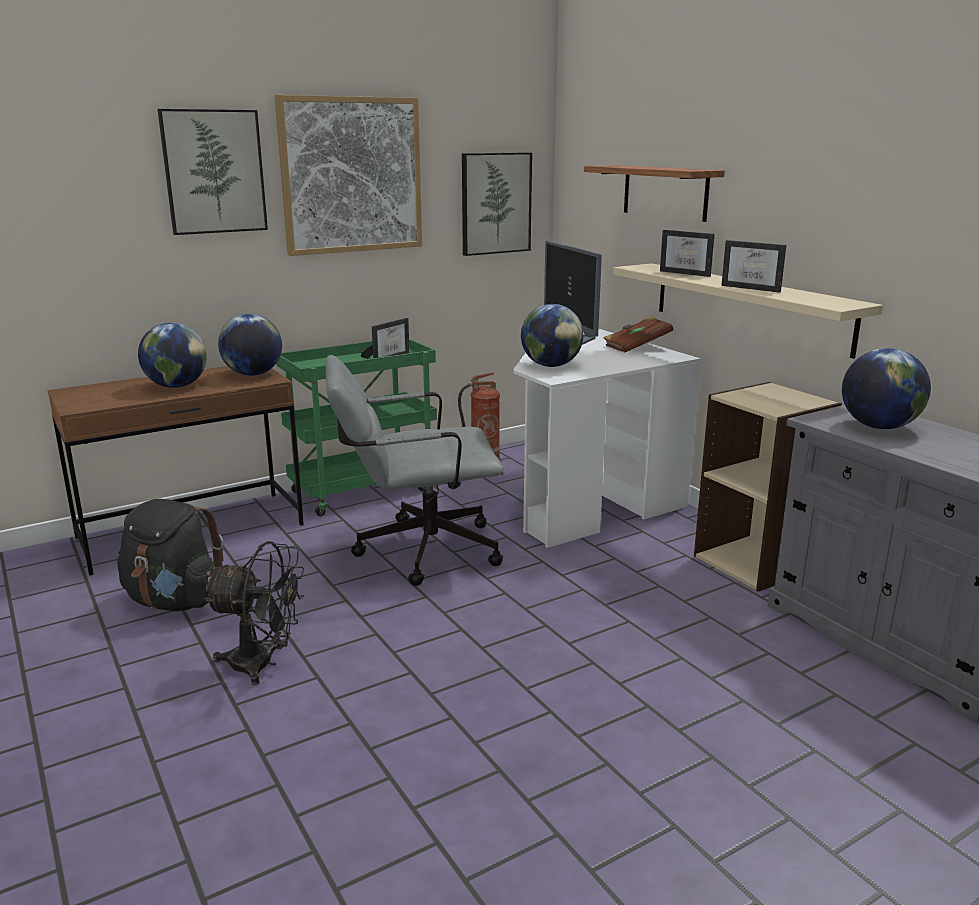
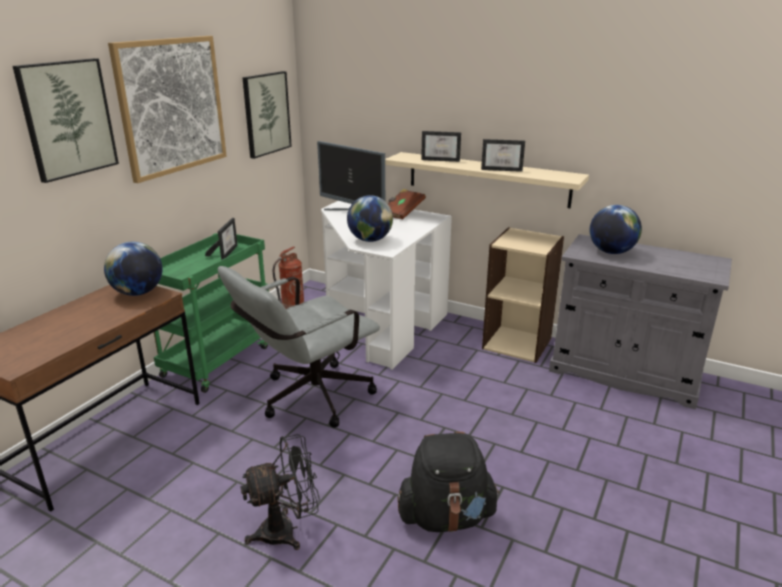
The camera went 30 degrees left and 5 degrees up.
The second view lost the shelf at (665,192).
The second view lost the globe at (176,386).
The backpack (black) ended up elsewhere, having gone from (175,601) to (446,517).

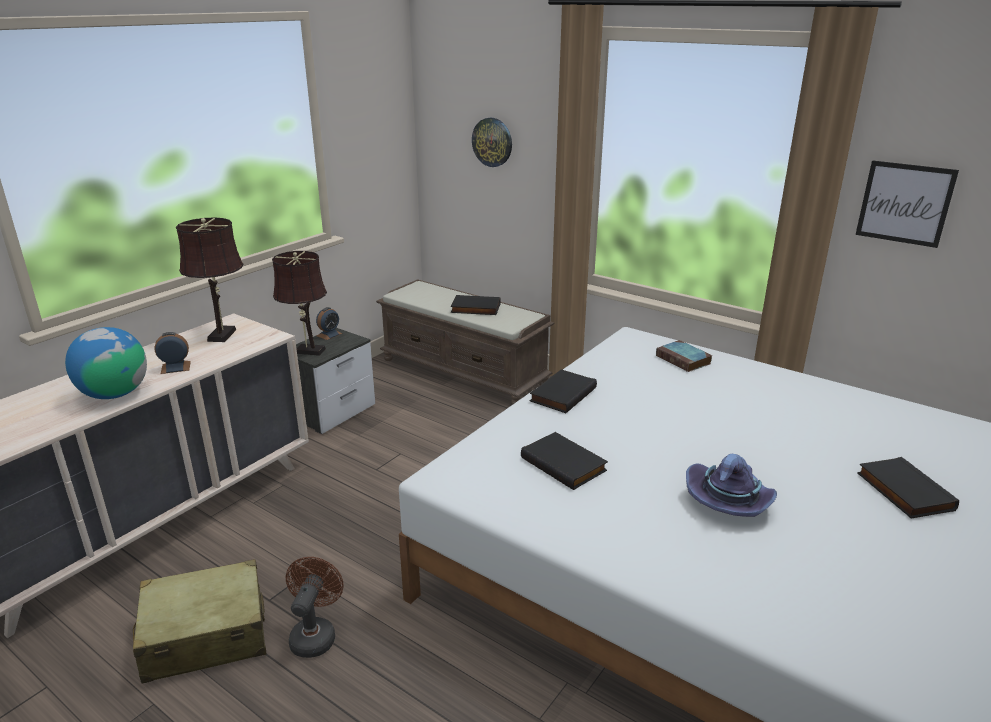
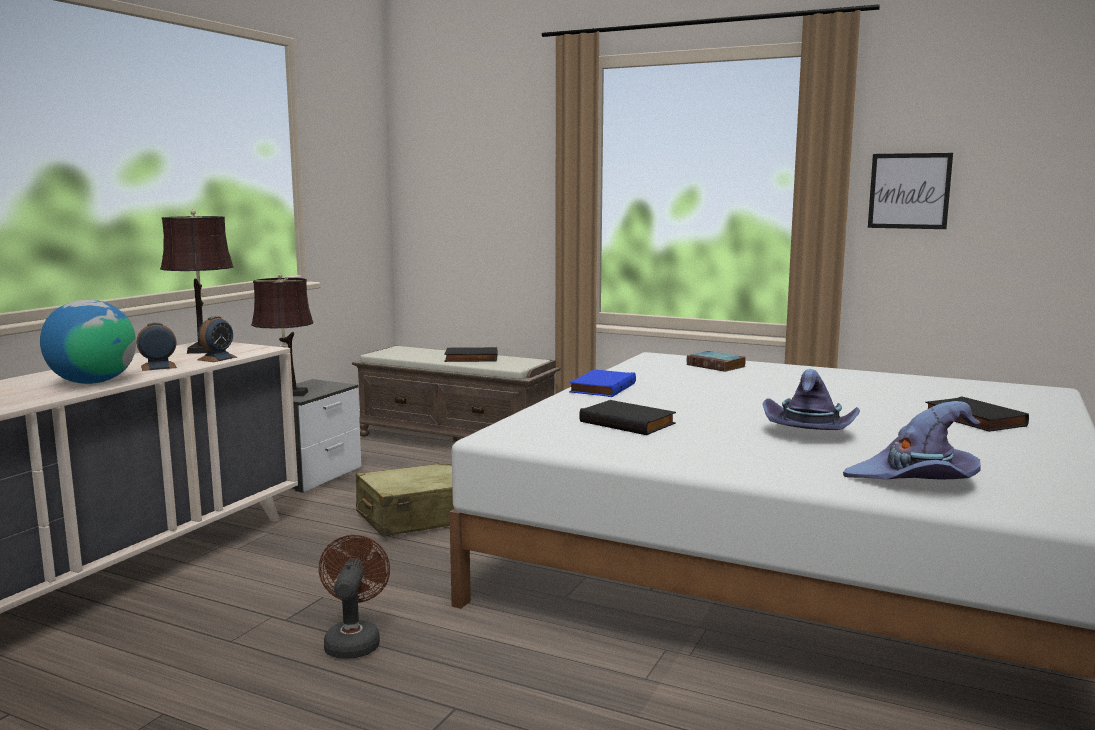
The camera went 10 degrees left and 15 degrees down.
The second view lost the wall clock at (492,142).
The alarm clock ended up elsewhere, having gone from (329,334) to (217,358).
What was the book (black) at (562,394) turned into the book (blue) at (601,387).
The suitcase (beige) ended up elsewhere, having gone from (205,635) to (416,518).
The second view gained the hat (purple) at (916,481).

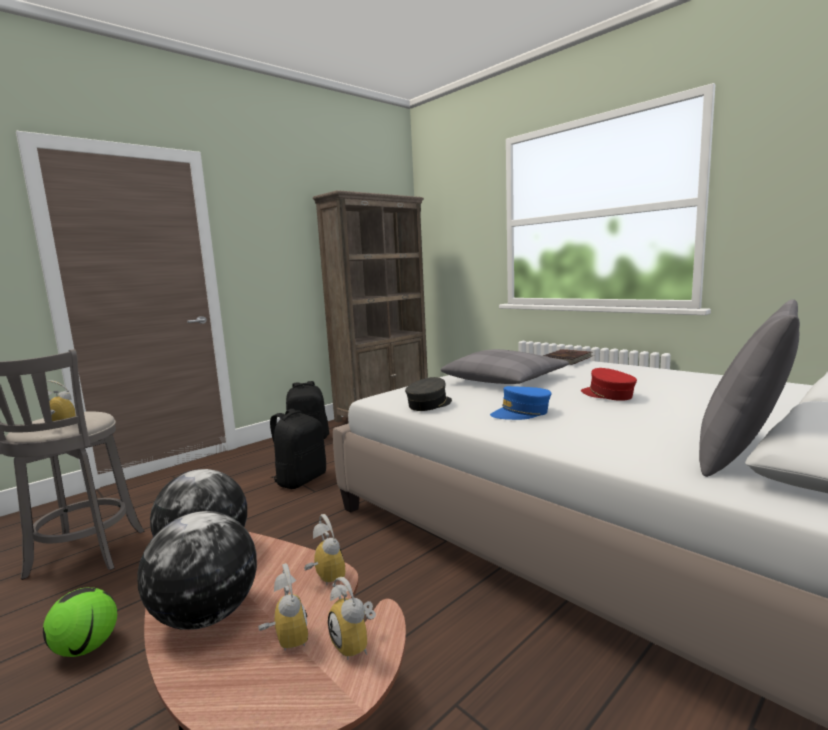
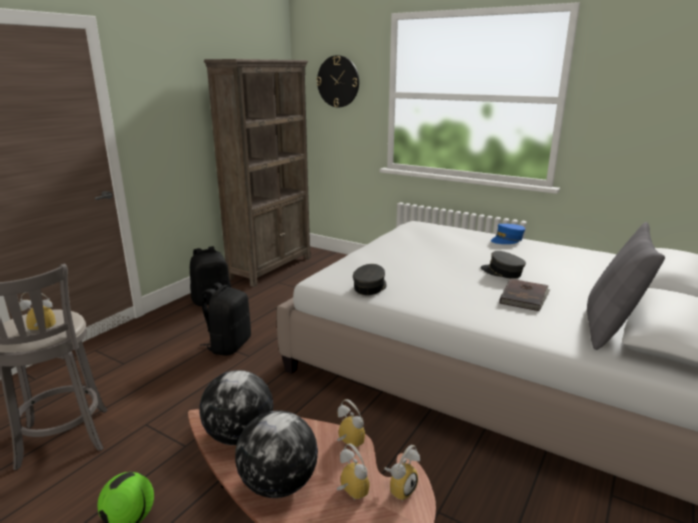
The camera went 15 degrees left and 10 degrees up.
The second view lost the pillow (grey) at (504,380).
The book (brown) ended up elsewhere, having gone from (567,359) to (524,297).
What was the cap (red) at (607,395) turned into the cap (grey) at (502,272).
The cap (blue) ended up elsewhere, having gone from (521,413) to (507,240).
The alarm clock at (357,644) ended up facing another way, 90 degrees counterclockwise from before.
The second view gained the wall clock at (338,81).

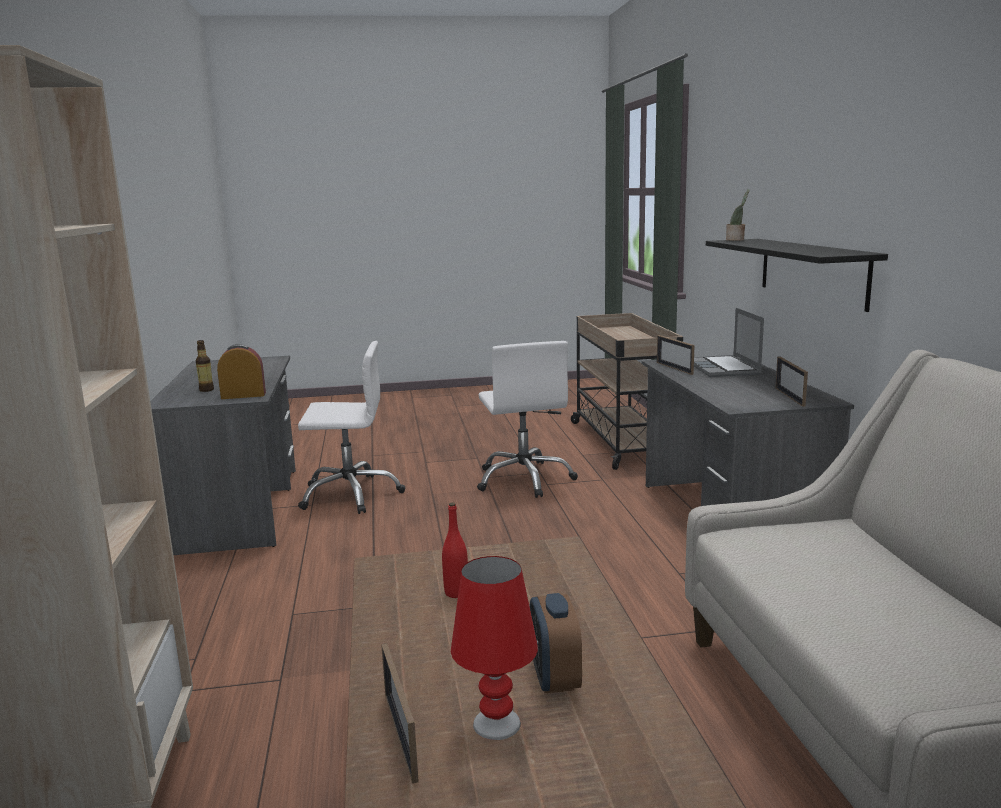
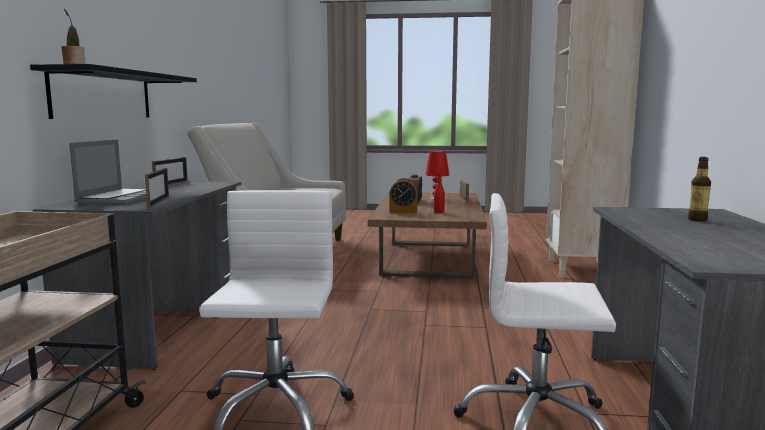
The camera went 165 degrees left and 5 degrees down.
The alarm clock ended up elsewhere, having gone from (243,395) to (403,212).

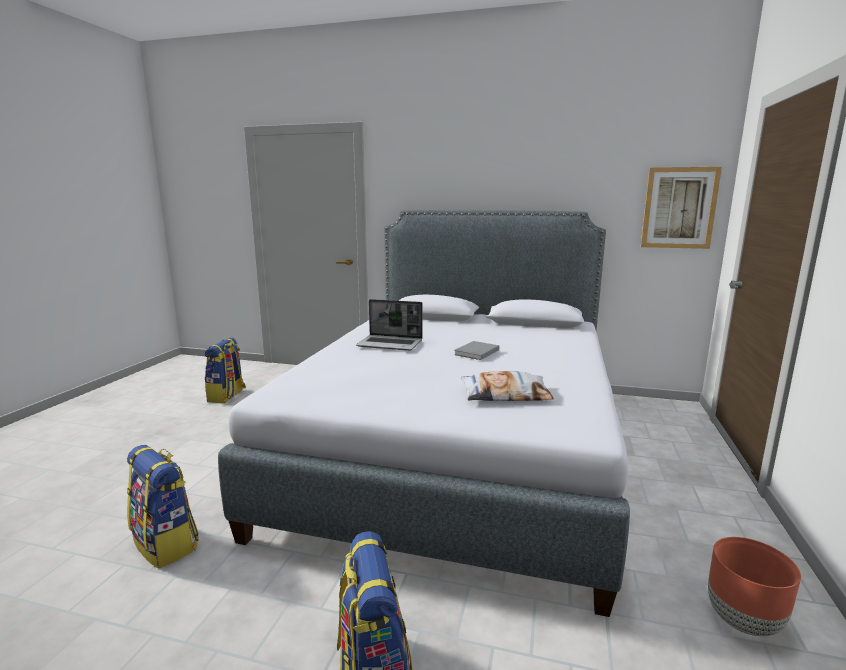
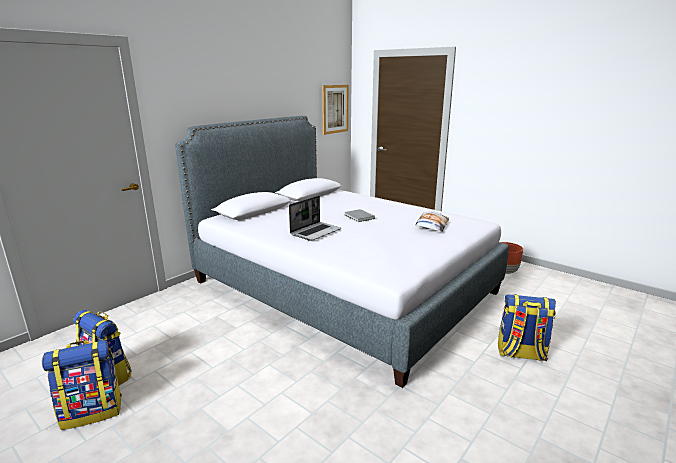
The camera went 65 degrees left and 5 degrees up.
The backpack ended up elsewhere, having gone from (166,544) to (92,411).

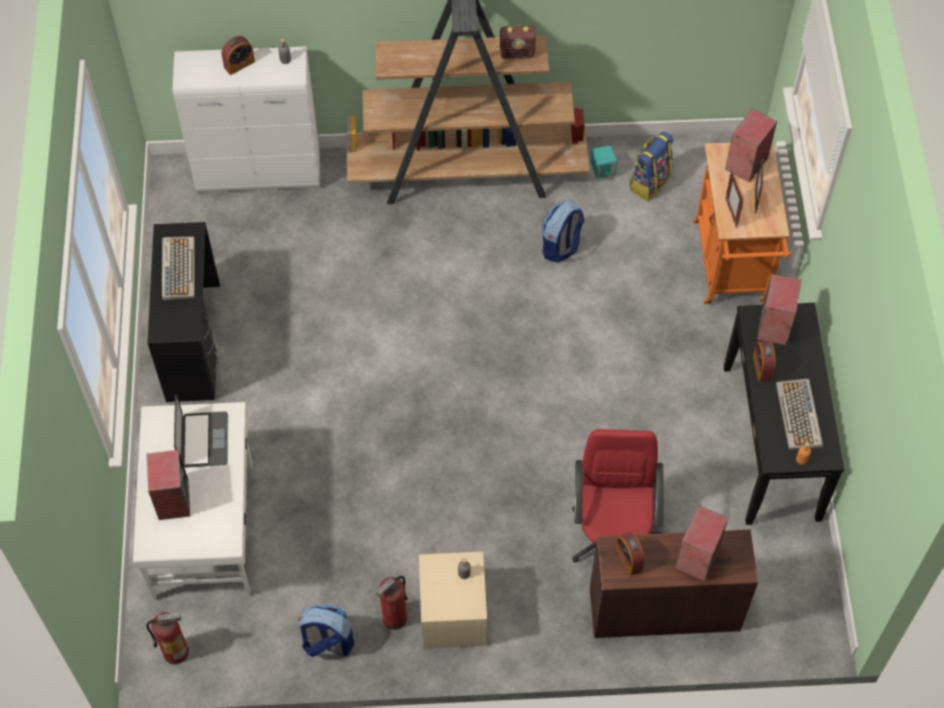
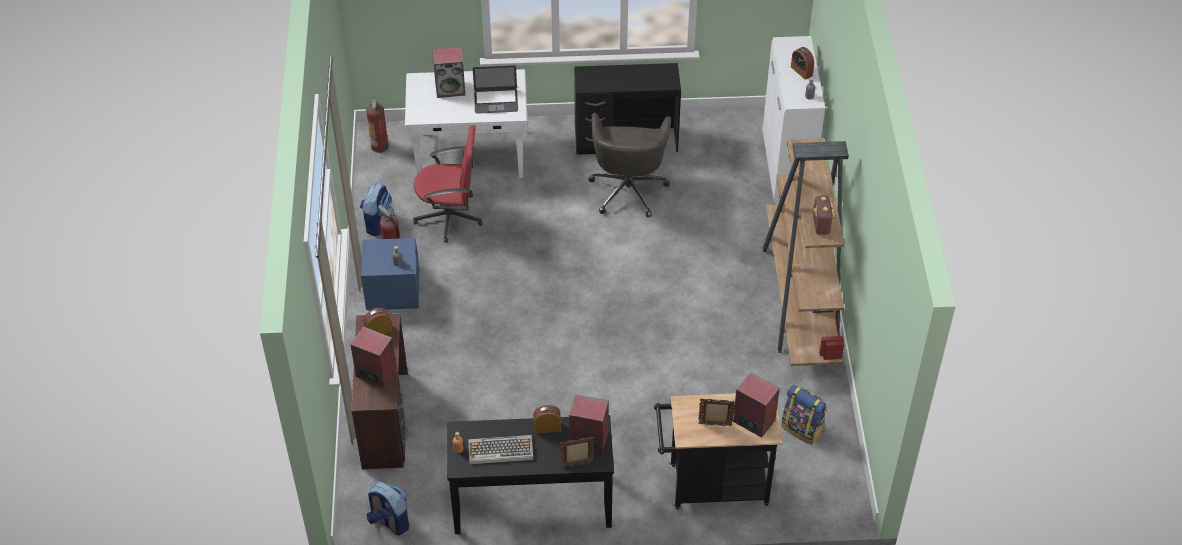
The camera went 90 degrees right and 10 degrees down.
What was the cart (orange) at (731,268) turned into the cart (black) at (711,486).
The second view lost the speaker (turquoise) at (602,170).
The picture frame ended up elsewhere, having gone from (731,213) to (577,464).
The backpack ended up elsewhere, having gone from (561,246) to (389,521).
The second view lost the keyboard at (178,268).
The office chair (red) ended up elsewhere, having gone from (613,534) to (450,217).
What was the nightstand (beige) at (453,614) turned into the nightstand (blue) at (393,292).
The second view gained the office chair (grey) at (628,189).

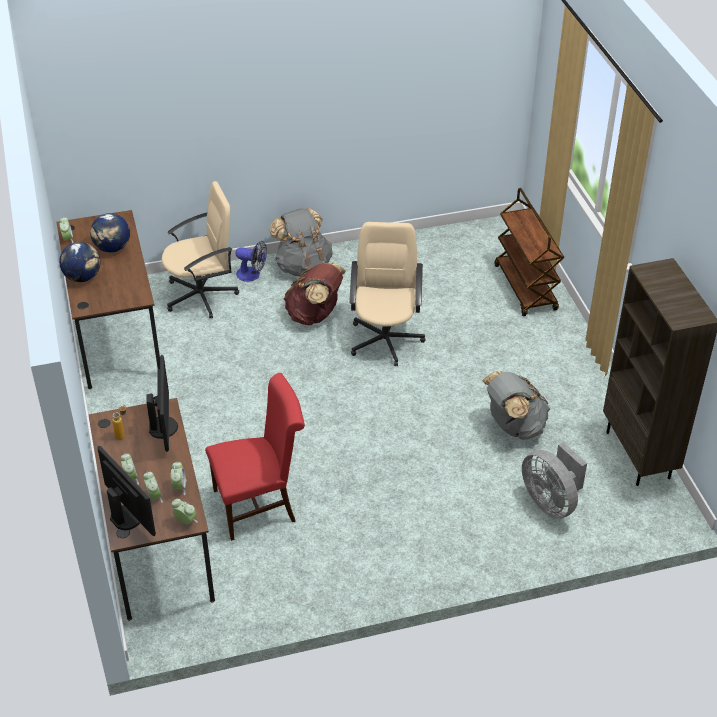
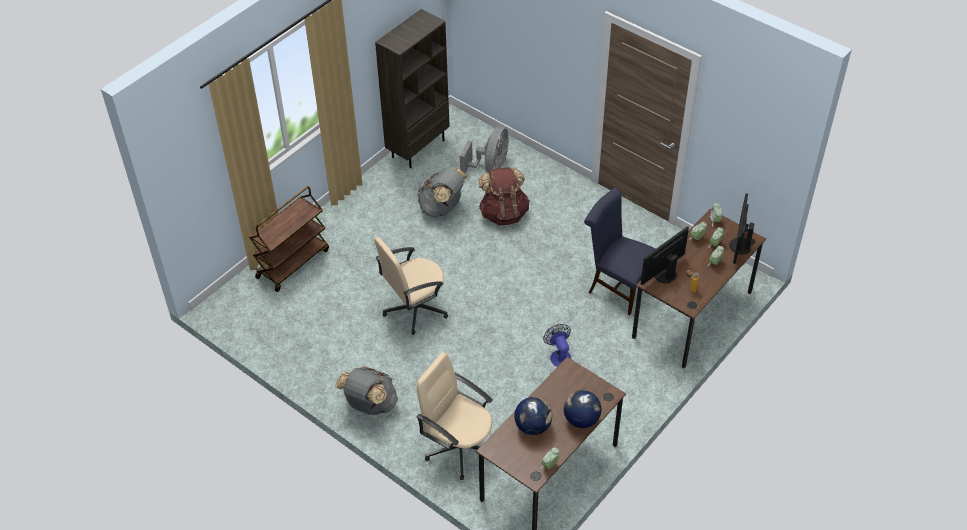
The camera went 125 degrees left and 5 degrees up.
The fan ended up elsewhere, having gone from (252,275) to (559,355).
The backpack (brown) ended up elsewhere, having gone from (315,315) to (503,213).
What was the chair (red) at (260,504) turned into the chair (blue) at (617,286).

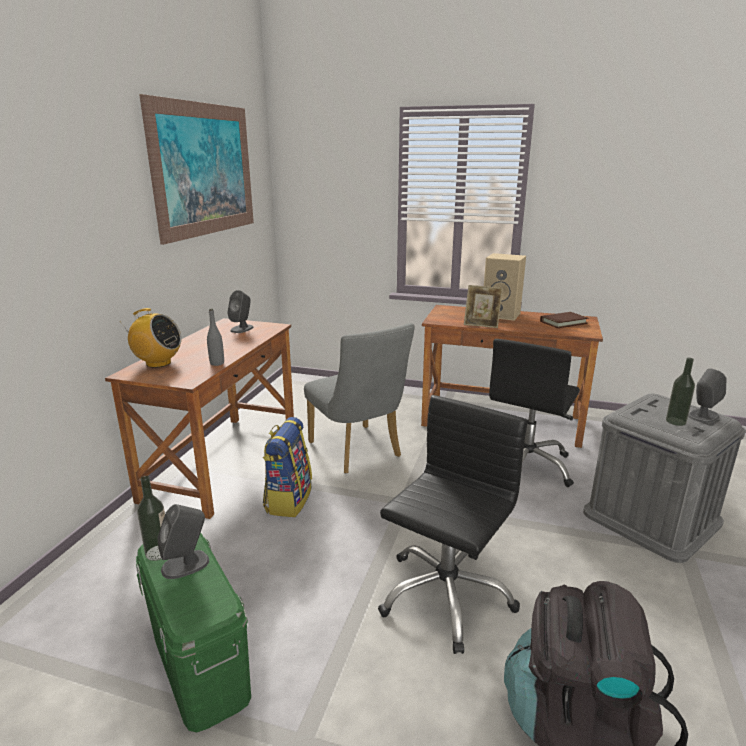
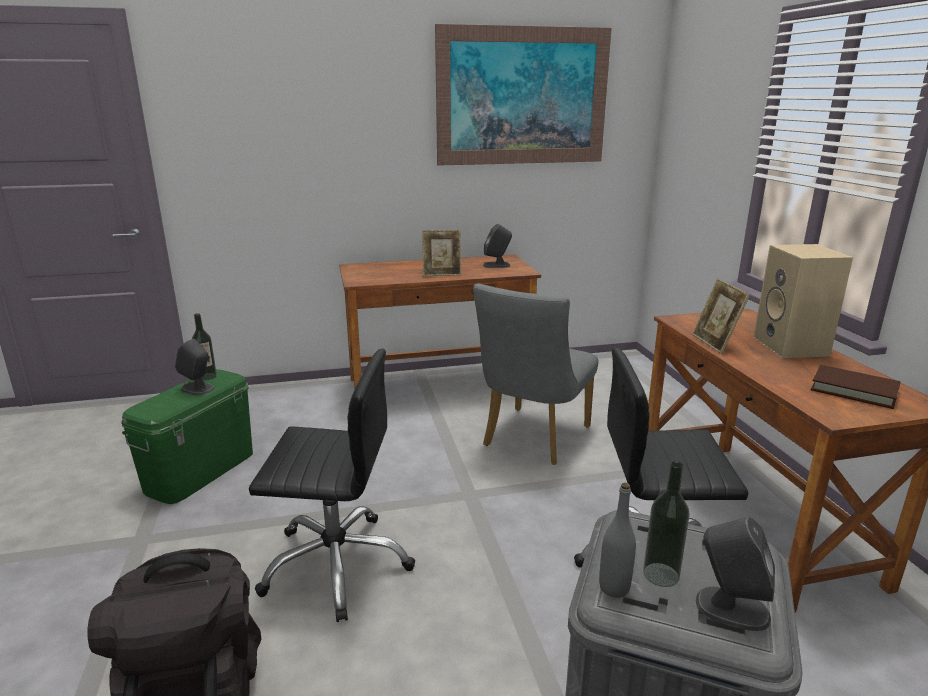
The camera went 60 degrees right and 0 degrees up.
The second view lost the radio at (158,363).
The bottle (grey) ended up elsewhere, having gone from (217,363) to (614,588).
The second view lost the backpack at (288,500).
The second view gained the picture frame at (442,274).

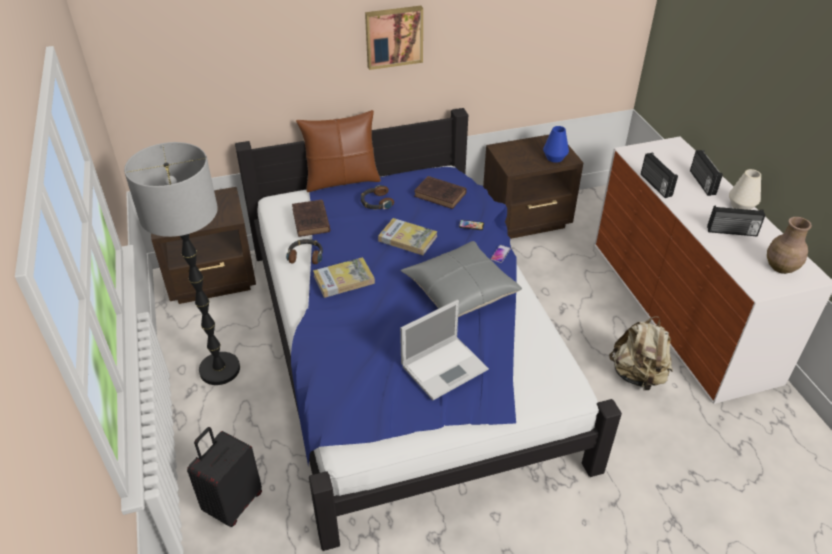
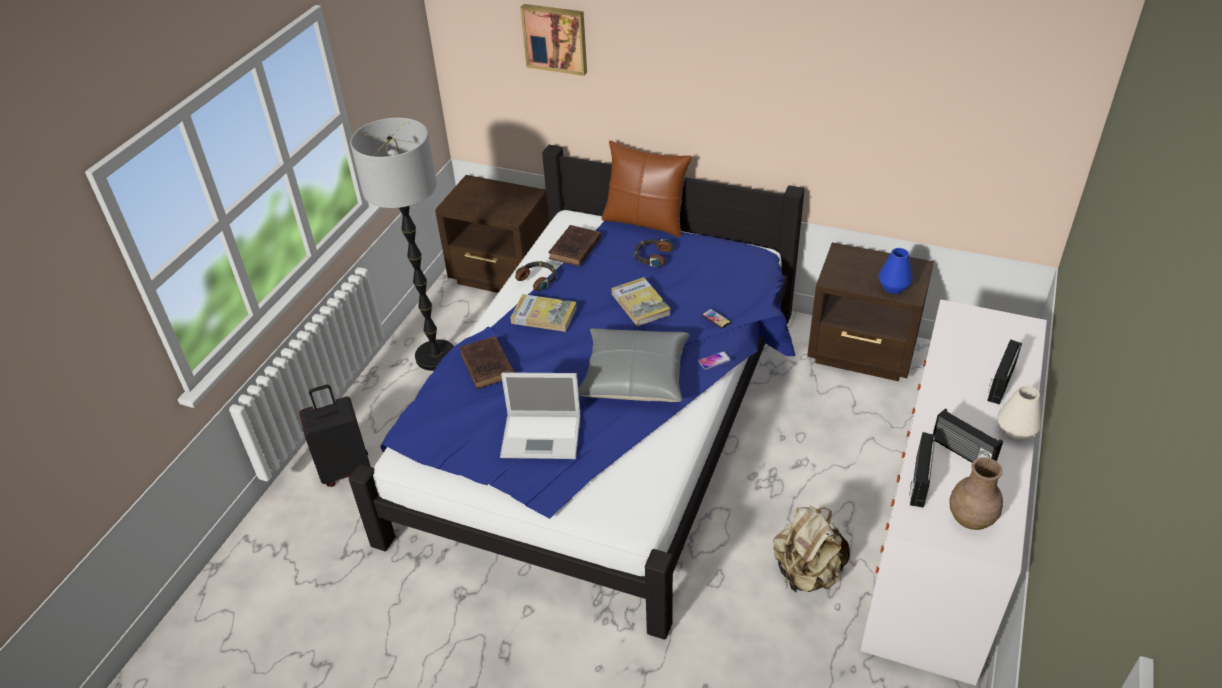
The camera went 40 degrees right and 0 degrees up.
The picture ended up elsewhere, having gone from (393,36) to (555,38).
The radio ended up elsewhere, having gone from (655,185) to (918,481).
The book (brown) ended up elsewhere, having gone from (441,195) to (488,366).

